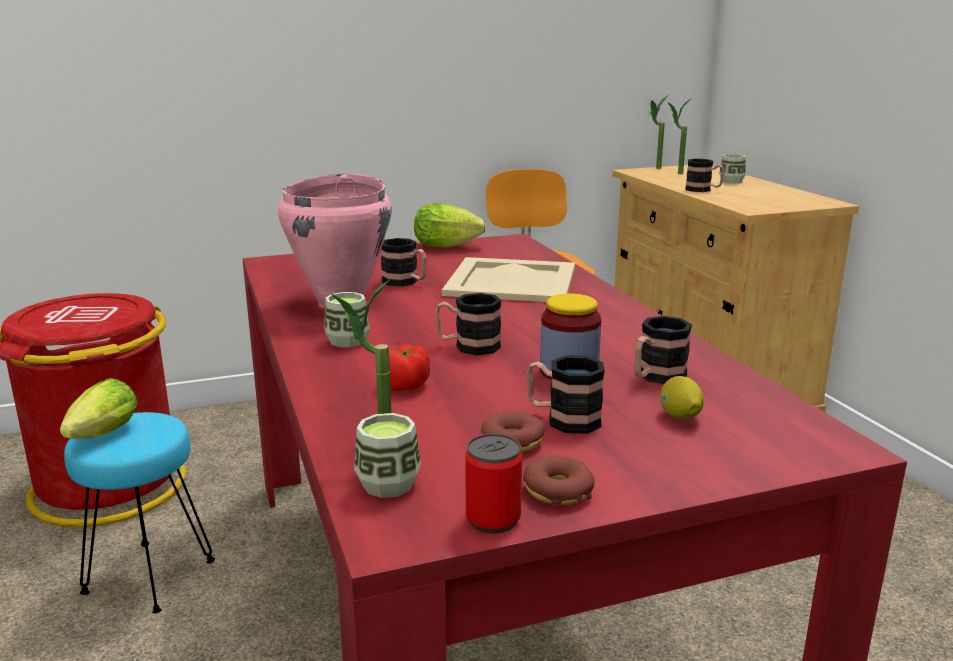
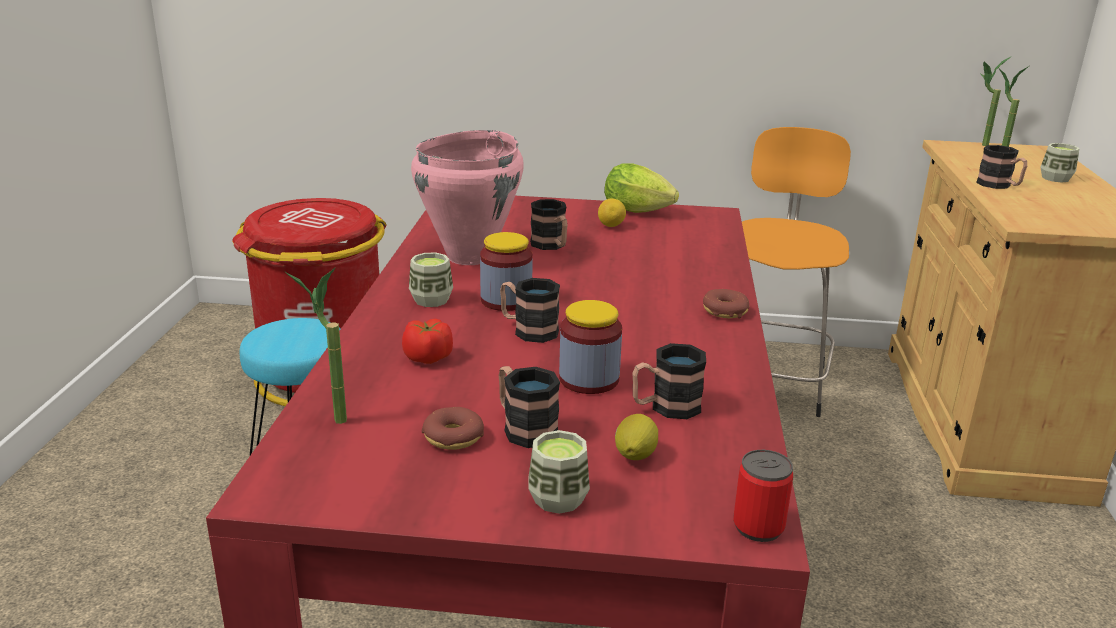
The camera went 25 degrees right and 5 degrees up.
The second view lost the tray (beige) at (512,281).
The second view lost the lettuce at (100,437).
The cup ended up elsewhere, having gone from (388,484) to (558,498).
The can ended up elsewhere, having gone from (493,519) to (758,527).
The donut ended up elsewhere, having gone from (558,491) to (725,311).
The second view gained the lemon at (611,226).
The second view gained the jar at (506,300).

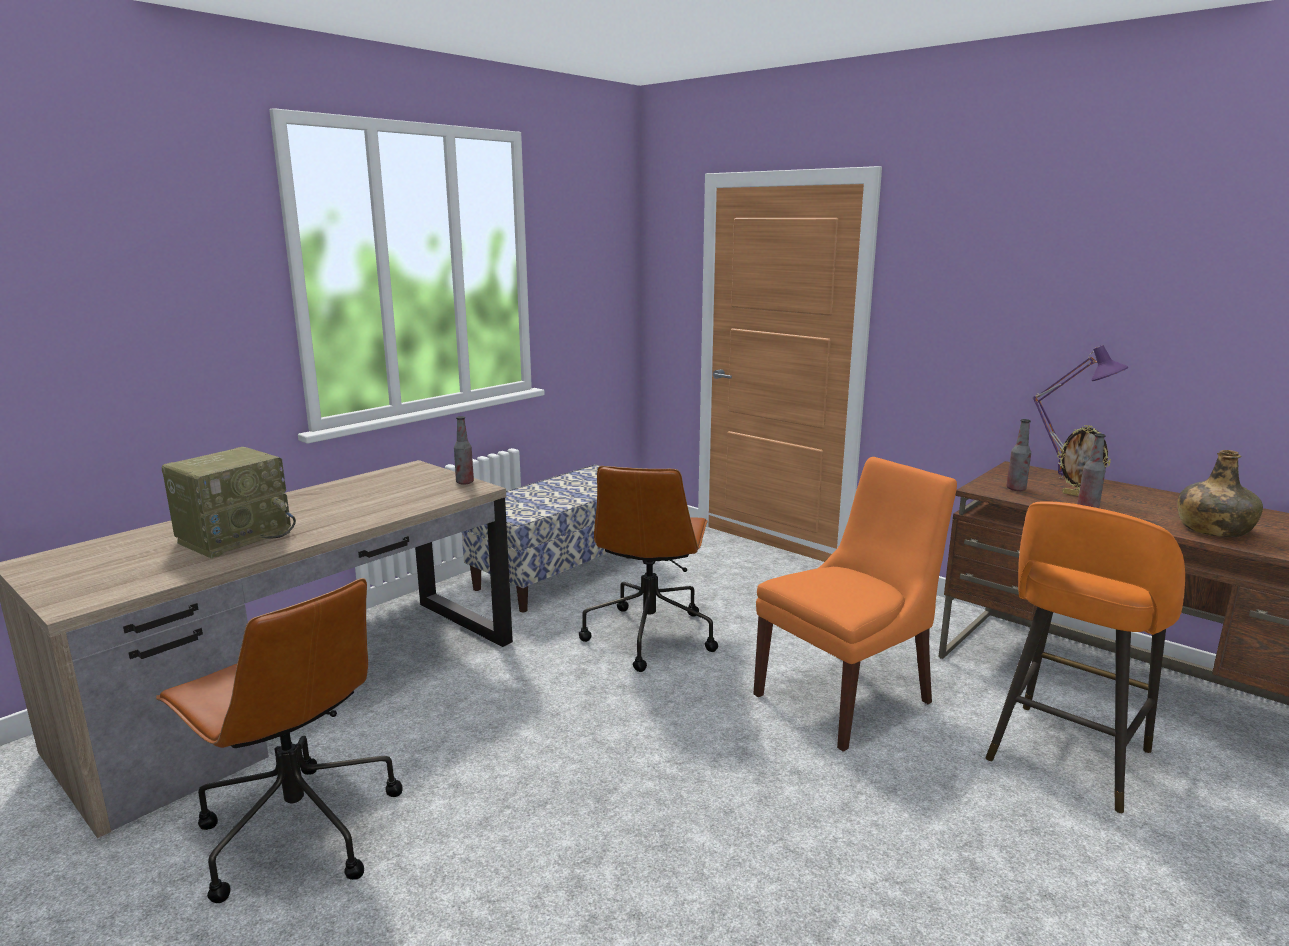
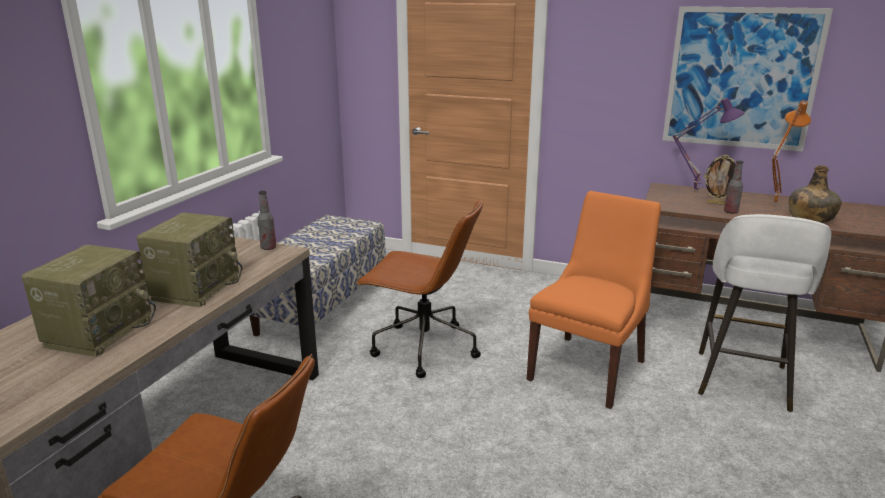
The camera went 20 degrees left and 5 degrees up.
The second view lost the bottle at (1016,489).
The office chair (brown) at (649,635) ended up facing another way, 60 degrees counterclockwise from before.
What was the stool (orange) at (1066,758) turned into the stool (white) at (742,382).
The second view gained the picture at (741,78).
The second view gained the table lamp (orange) at (773,204).
The second view gained the radio at (196,288).

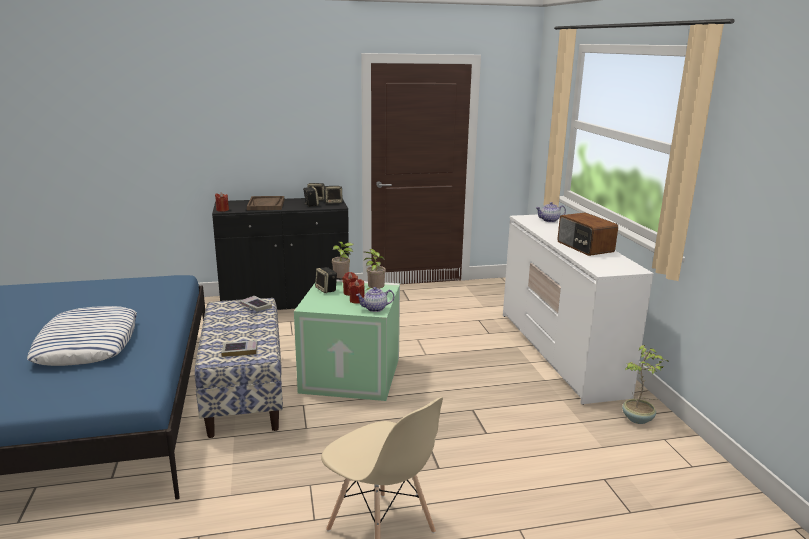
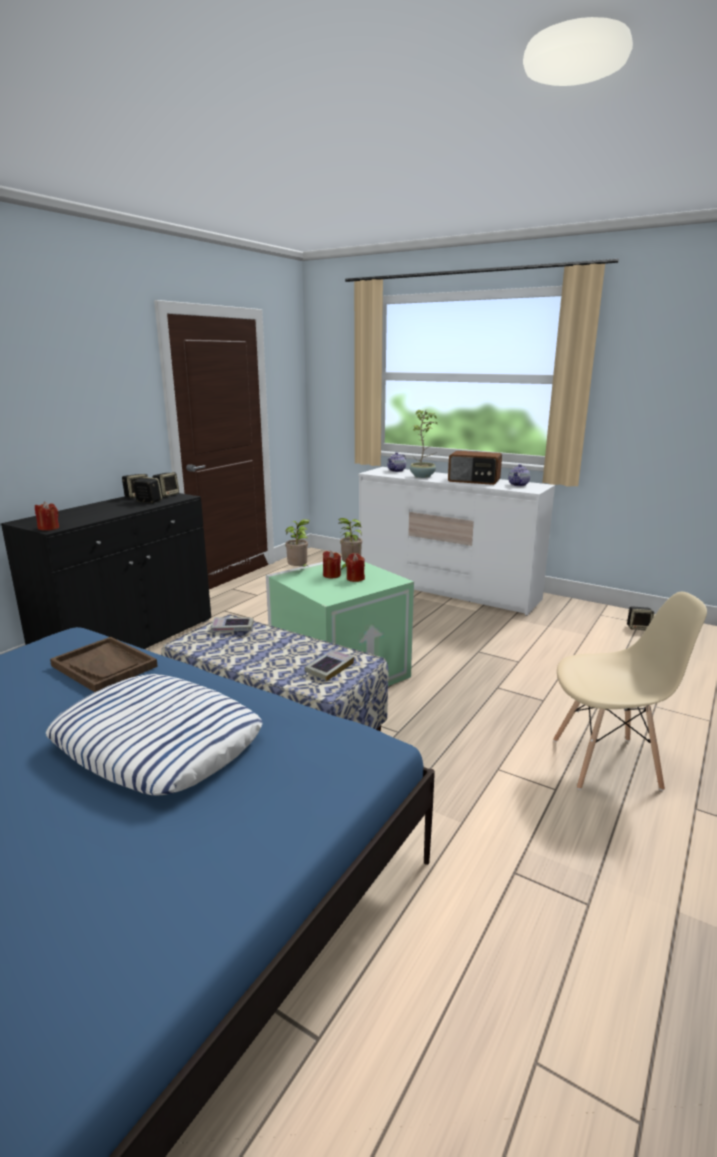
The camera went 45 degrees left and 0 degrees up.
The tray (brown) ended up elsewhere, having gone from (266,205) to (104,666).
The speaker ended up elsewhere, having gone from (326,289) to (639,627).
The teapot ended up elsewhere, having gone from (375,309) to (518,485).
The potted plant ended up elsewhere, having gone from (638,419) to (423,476).

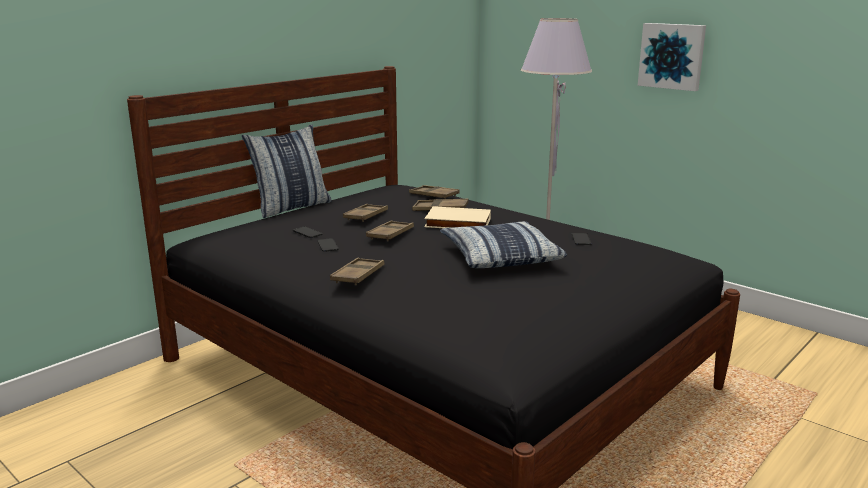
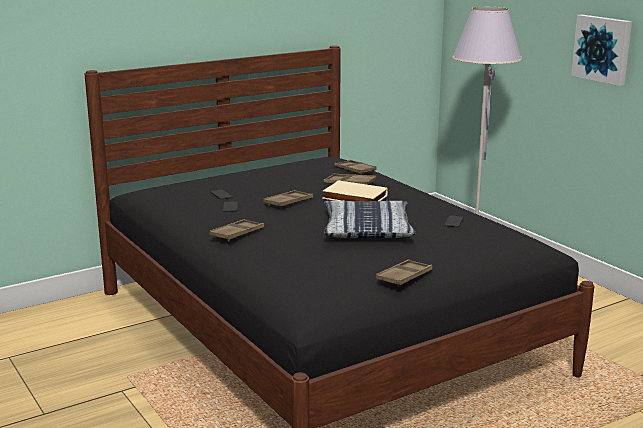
The camera went 15 degrees right and 0 degrees up.
The second view lost the pillow at (291,207).
The tray (brown) ended up elsewhere, having gone from (366,216) to (404,277).

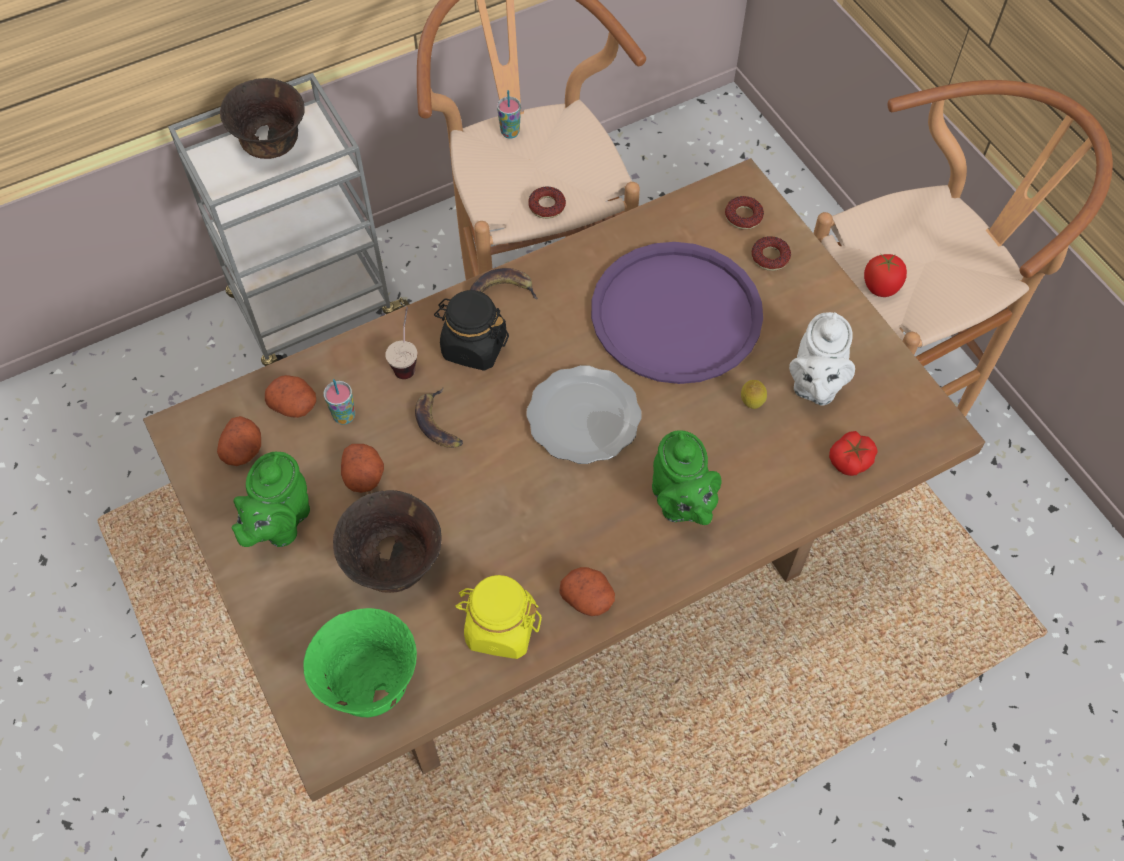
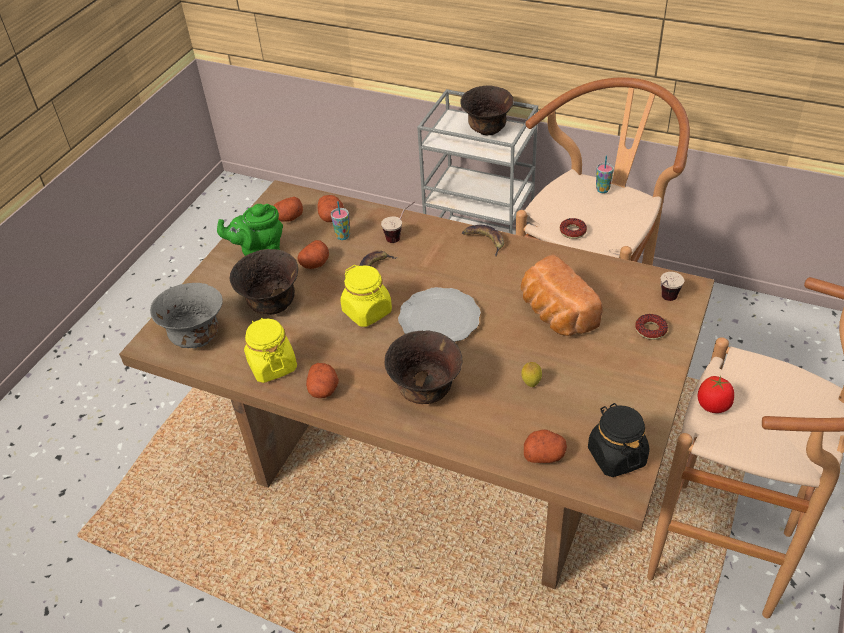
The camera went 55 degrees right and 15 degrees down.
Where the donut stood at (743,216), the cup came to stand at (665,301).
Where the tray (purple) stood at (676,314), the bread came to stand at (555,314).
The jar (black) ended up elsewhere, having gone from (473,346) to (616,456).
The second view lost the teapot (white) at (814,385).
Where the teapot (green) stood at (681,503), the bowl (brown) came to stand at (426,392).
Where the tomato stood at (851,460), the potato came to stand at (544,454).
What was the bowl (green) at (370,685) turned into the bowl (grey) at (196,338).
The second view gained the jar (yellow) at (367,312).

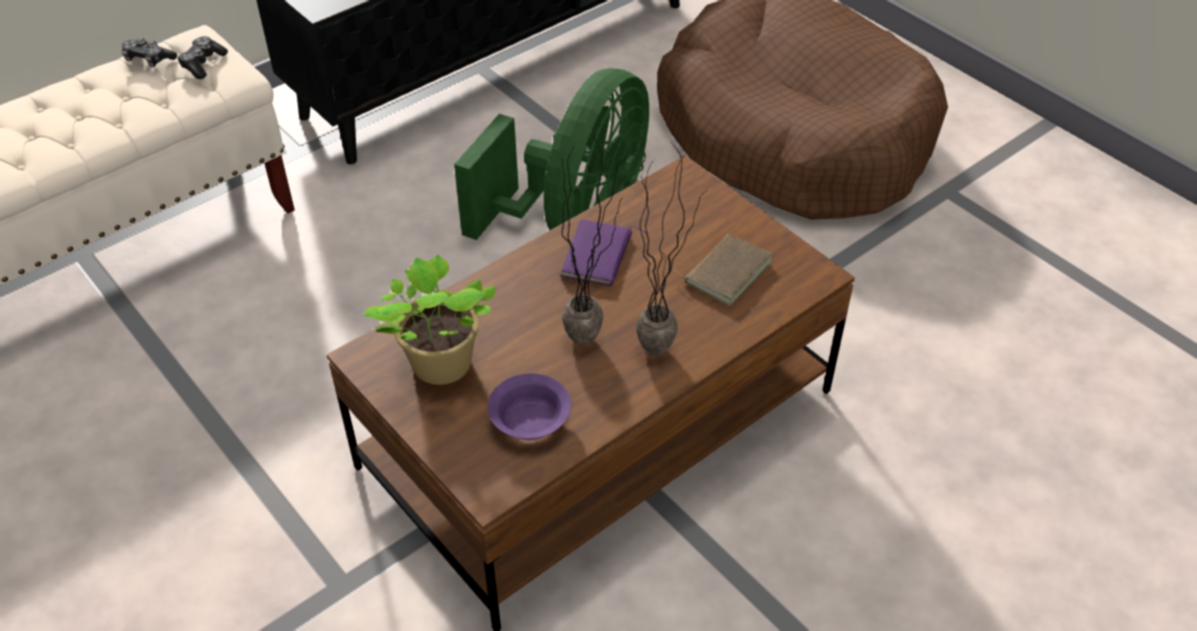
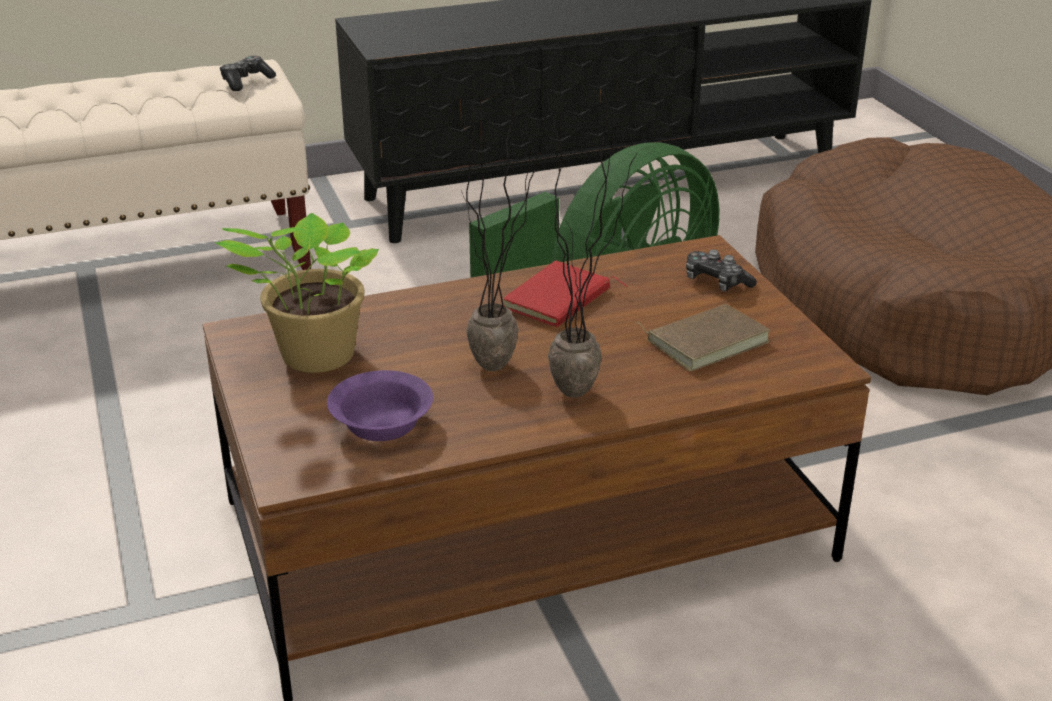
The camera went 20 degrees right and 15 degrees down.
The game controller ended up elsewhere, having gone from (148,59) to (716,282).
What was the book (purple) at (599,257) turned into the book (red) at (560,301).

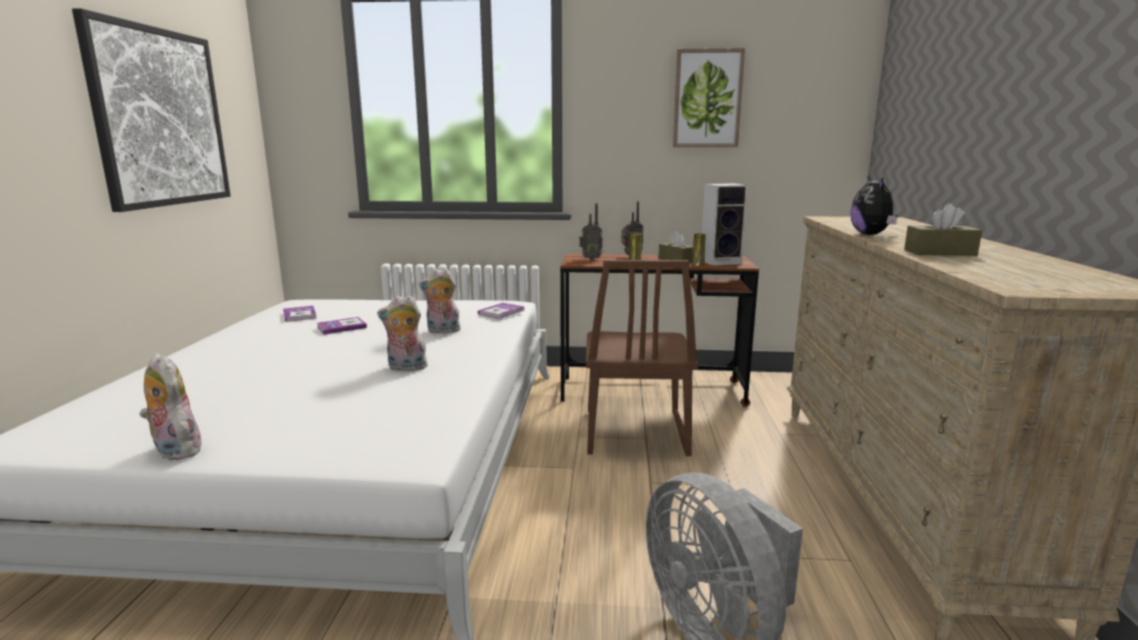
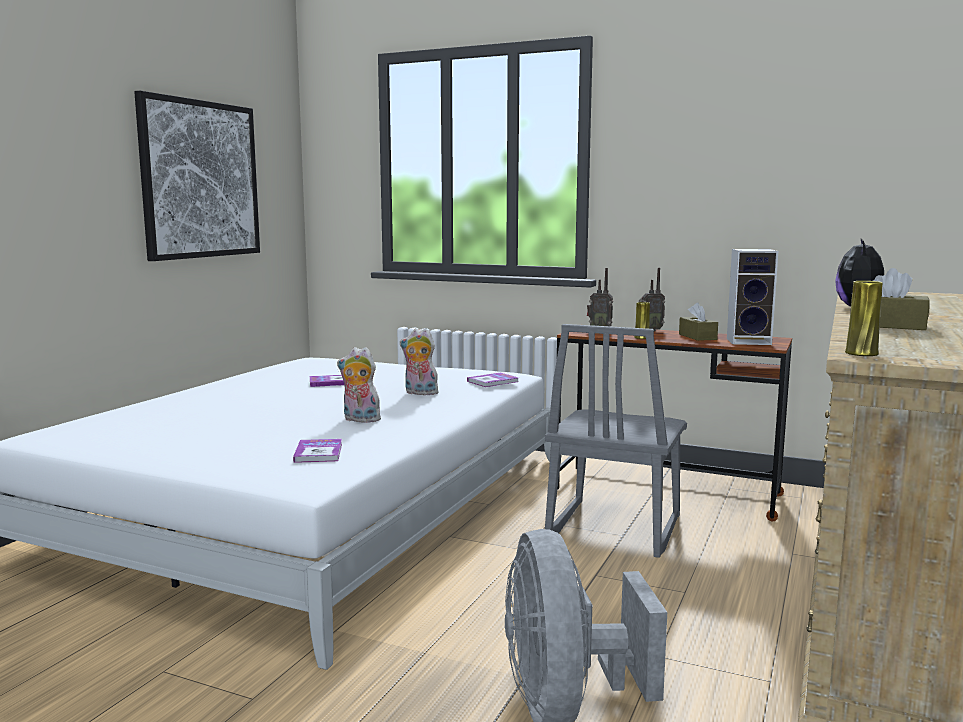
The camera went 20 degrees right and 5 degrees down.
The second view lost the picture at (707,99).
The vase (yellow) ended up elsewhere, having gone from (698,265) to (861,353).
What was the chair (brown) at (633,433) turned into the chair (grey) at (612,529).
The book ended up elsewhere, having gone from (299,315) to (318,453).
The second view lost the plush toy at (174,451).

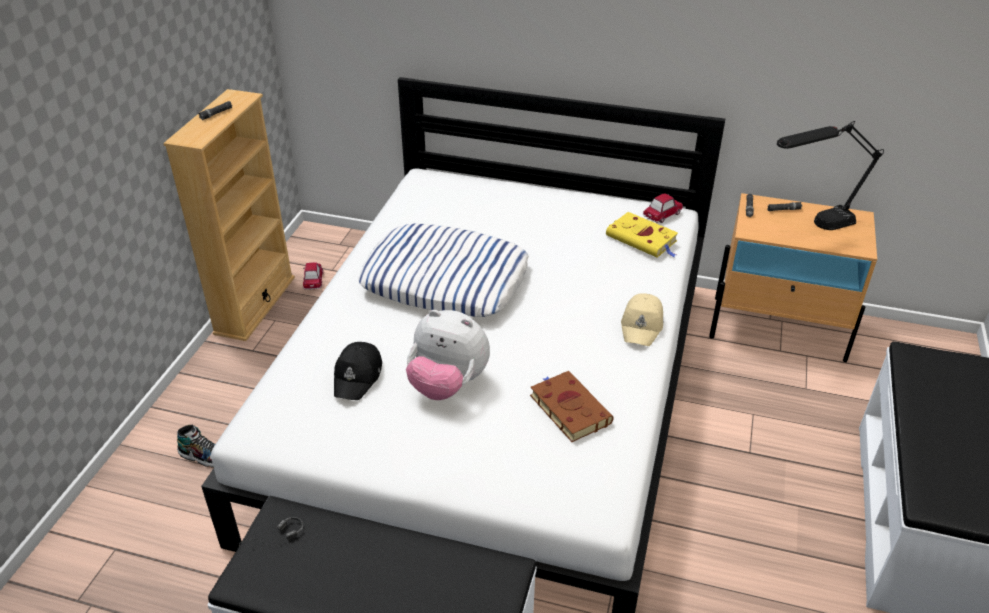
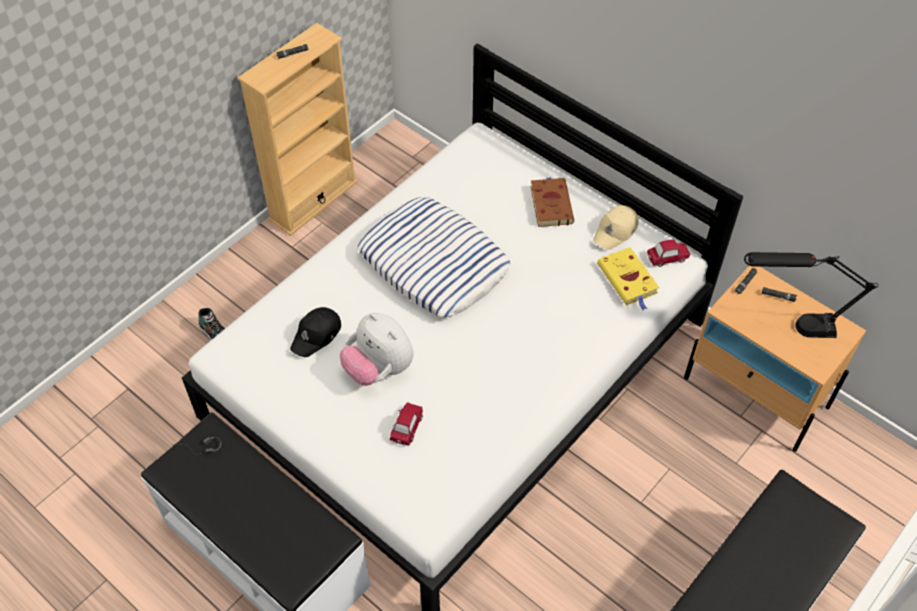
The camera went 25 degrees right and 15 degrees up.
The toy car ended up elsewhere, having gone from (313,280) to (407,426).
The cap (beige) ended up elsewhere, having gone from (642,325) to (616,231).
The book (brown) ended up elsewhere, having gone from (568,408) to (550,203).

